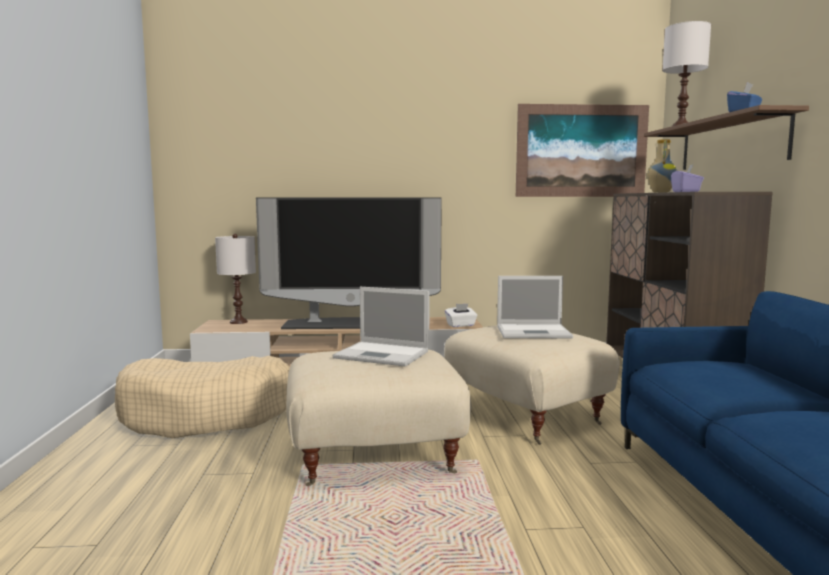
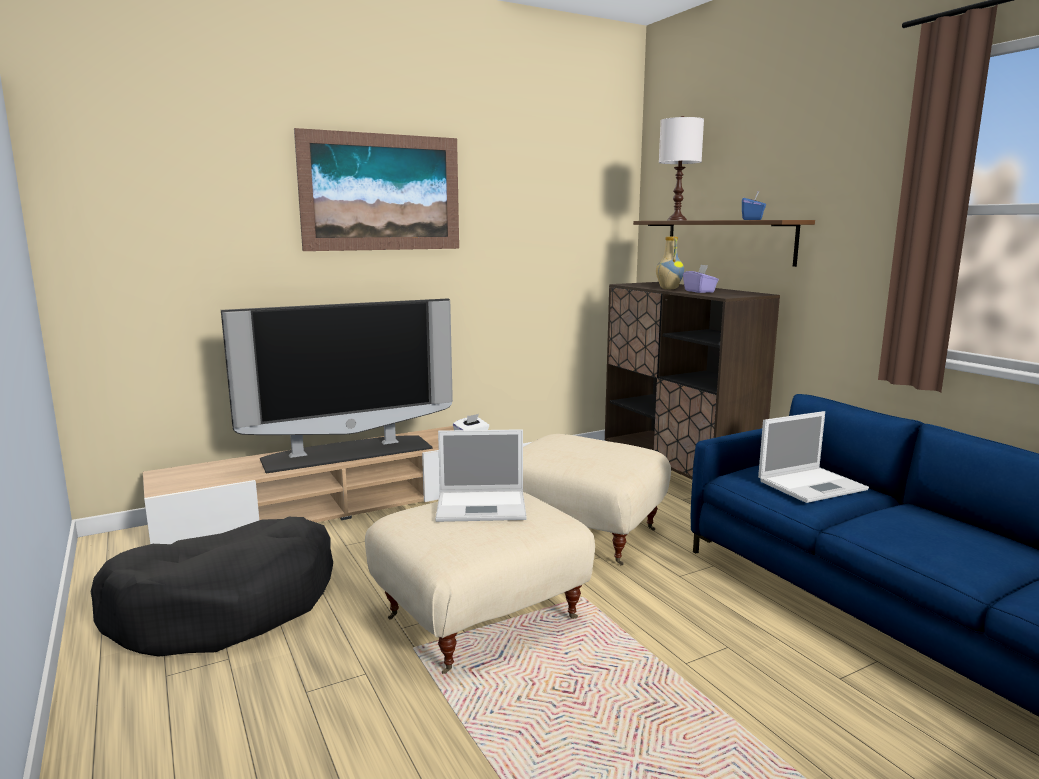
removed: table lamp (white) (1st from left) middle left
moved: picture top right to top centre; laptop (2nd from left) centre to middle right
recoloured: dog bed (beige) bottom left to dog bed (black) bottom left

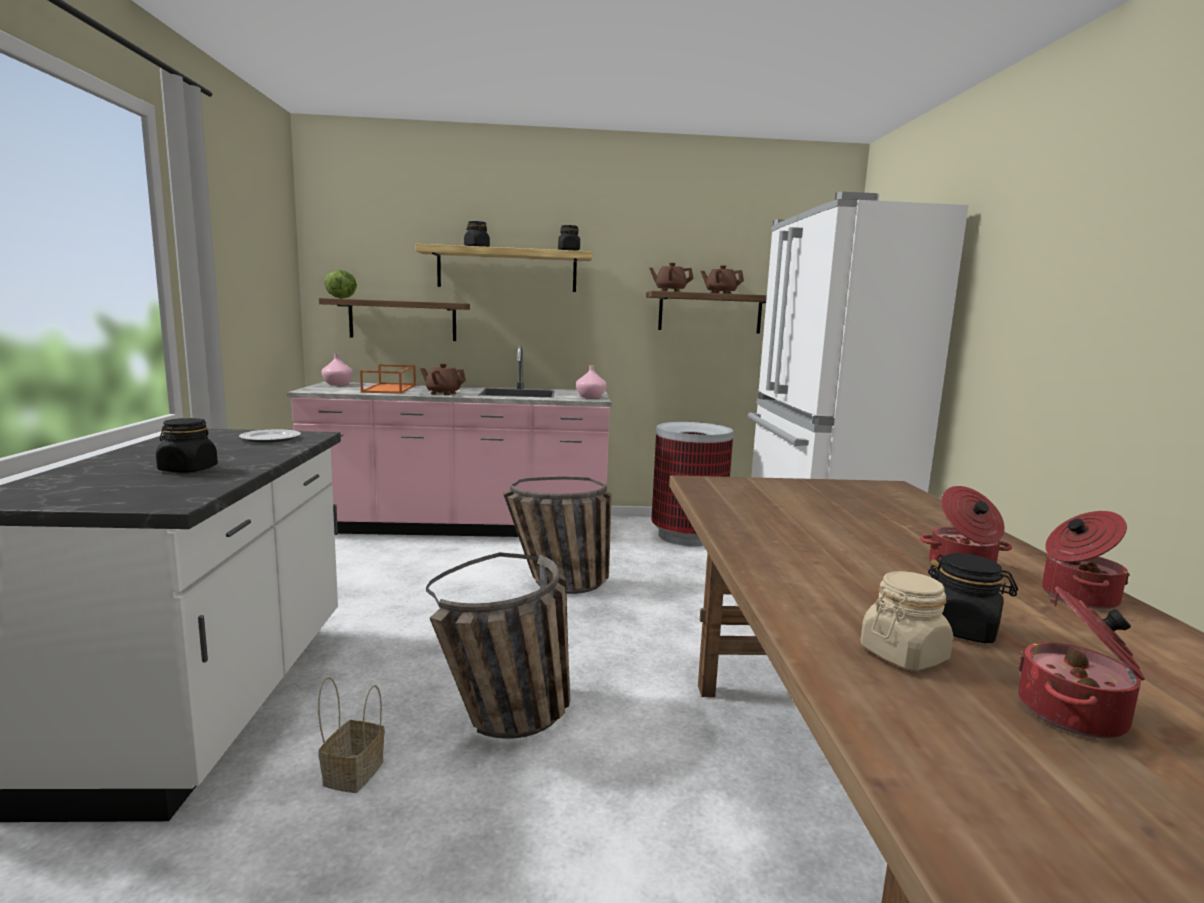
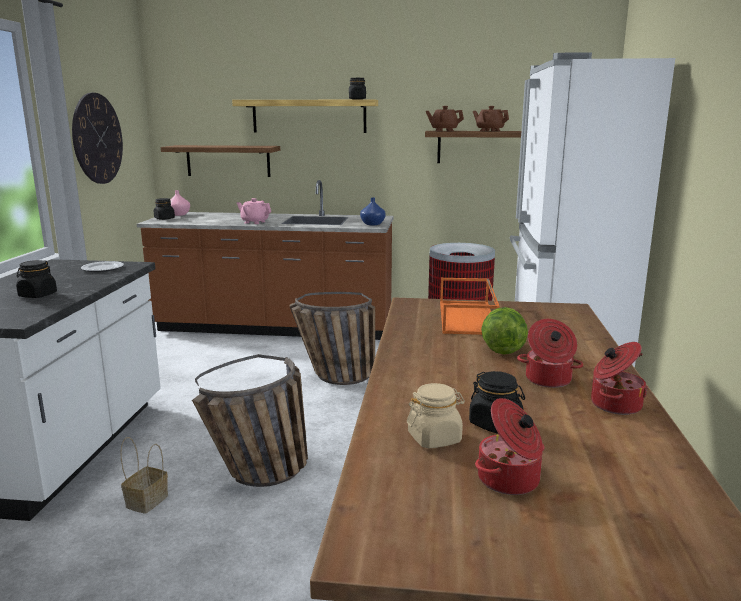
added: wall clock top left
moved: jar (black) (2nd from left) top centre to middle left; lettuce top left to middle right; tray (orange) middle left to centre
recoloured: counter (pink) centre to counter (brown) centre; teapot (brown) (1st from left) centre to teapot (pink) centre; vase (pink) (2nd from left) centre to vase (blue) centre

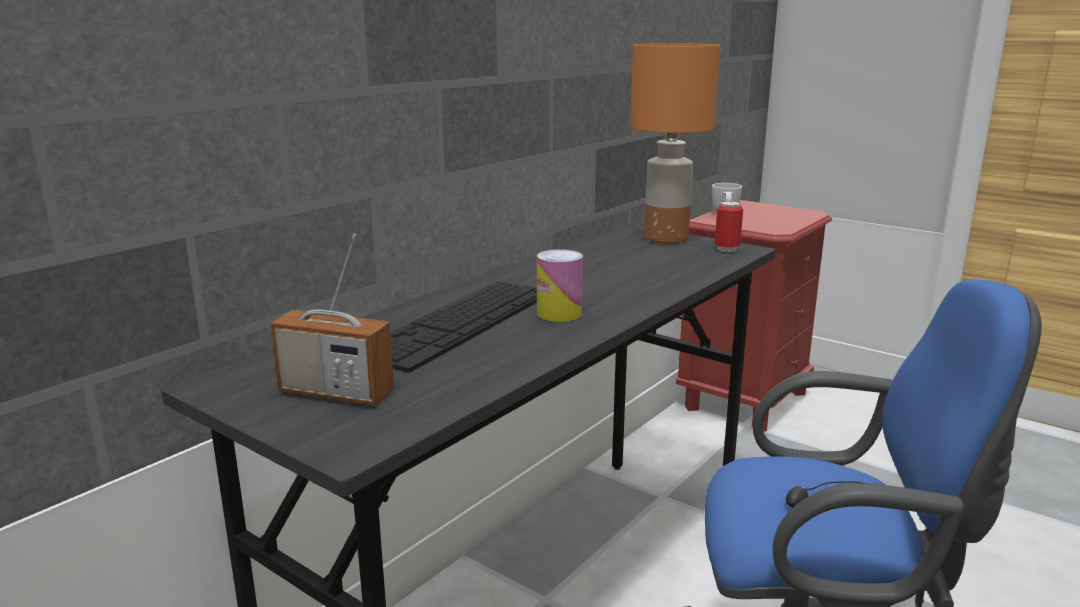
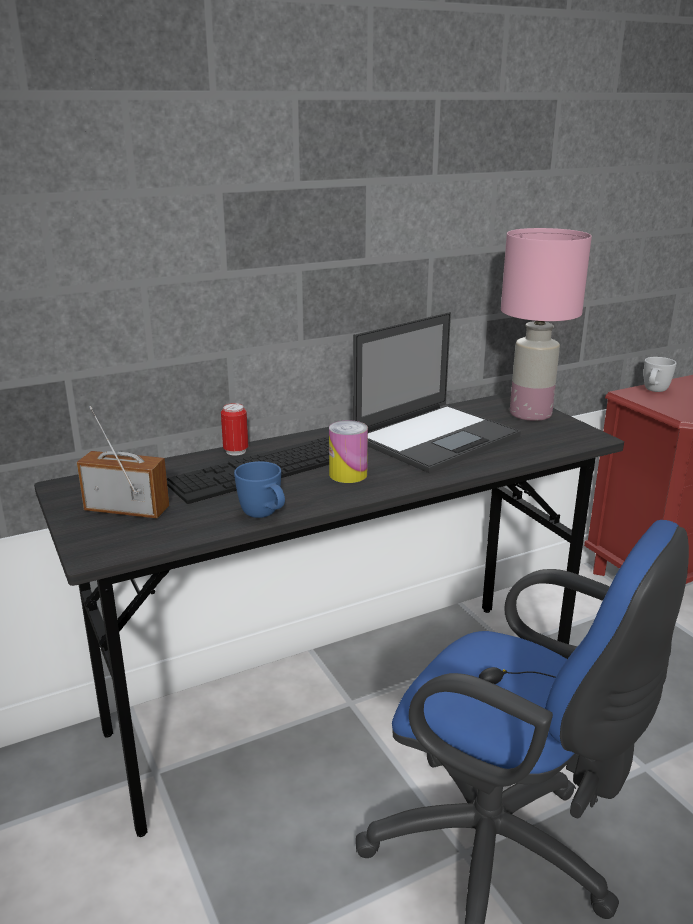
added: laptop centre; mug (blue) centre
moved: can (2nd from left in the first image) middle right to can (1st from left) centre
recoloured: table lamp (orange) top centre to table lamp (pink) middle right
turned: radio middle left = middle left 150 degrees clockwise

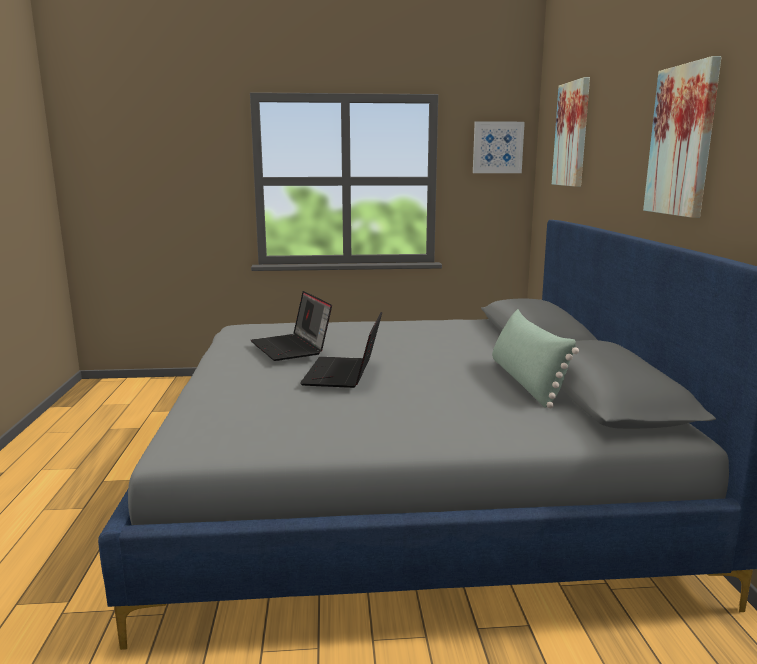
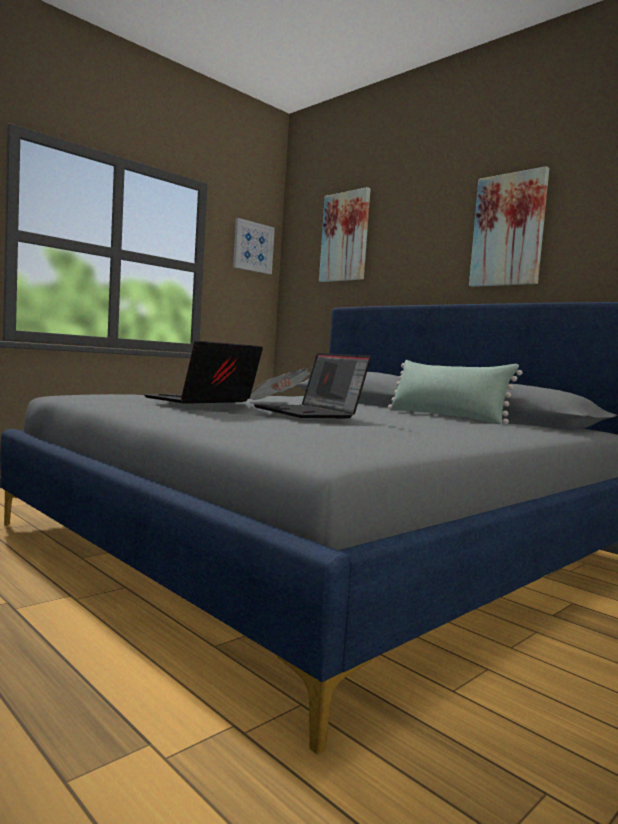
added: newspaper centre
turned: laptop (1st from left) centre = middle left 105 degrees clockwise

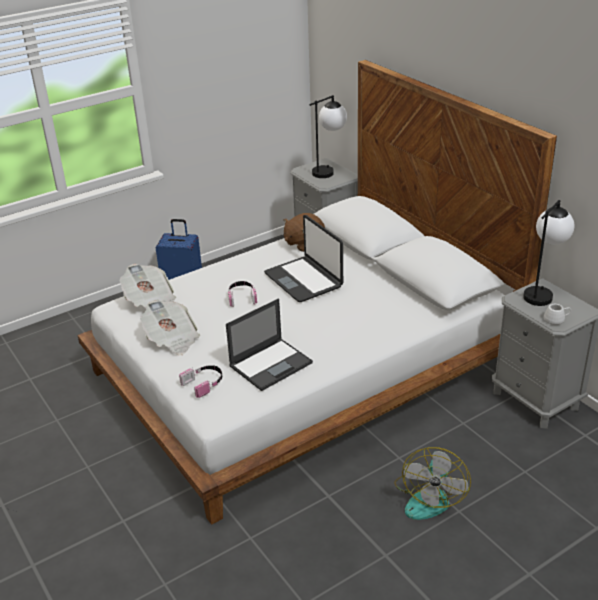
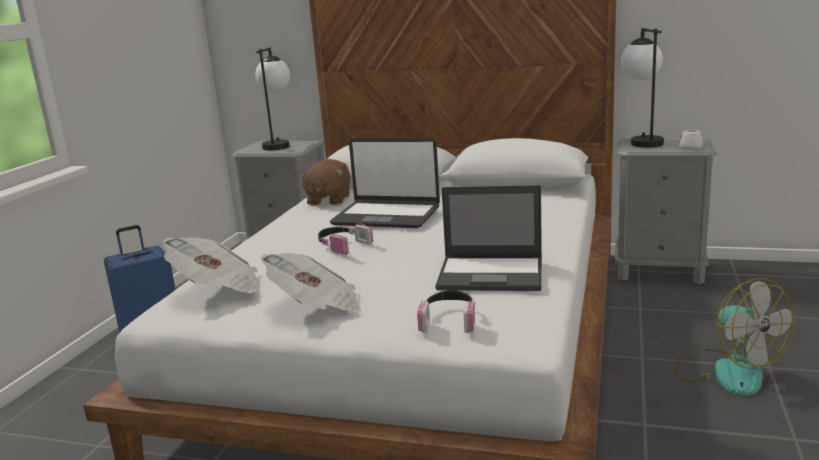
turned: laptop (1st from left in the first image) centre = centre 90 degrees clockwise

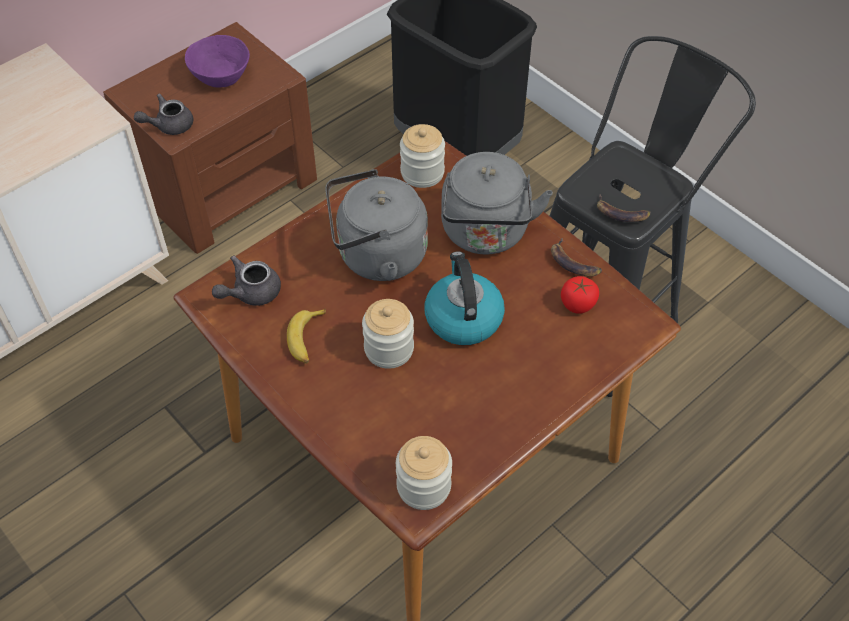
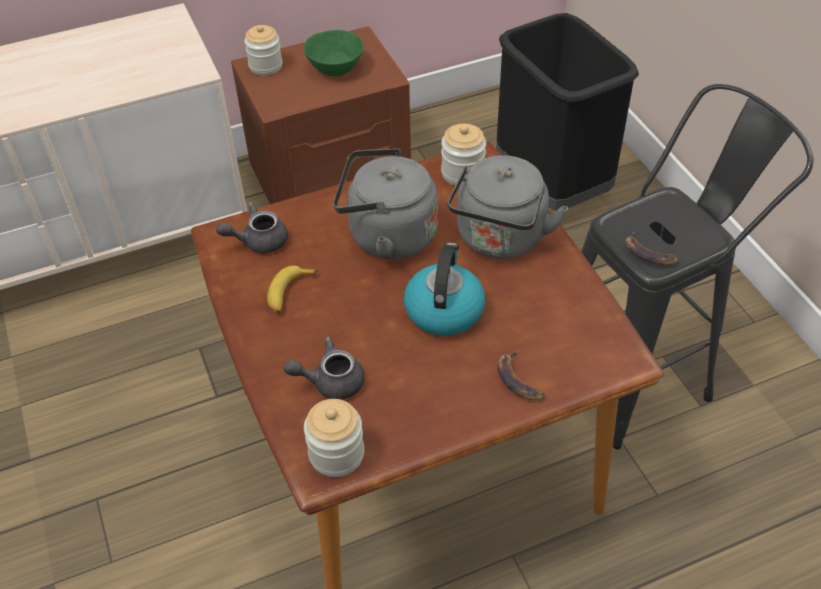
removed: tomato middle right
moved: teapot (grey) (1st from left in the first image) top left to teapot (grey) (2nd from left) centre; banana (2nd from left) middle right to centre; jar (1st from left) centre to top left
recoloured: bowl (purple) top left to bowl (green) top centre

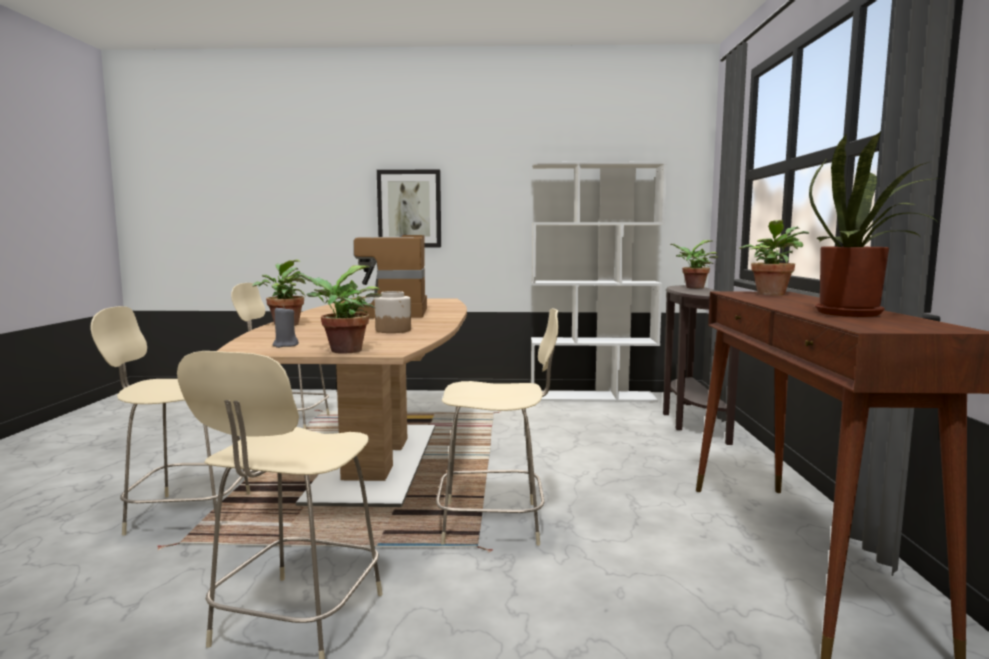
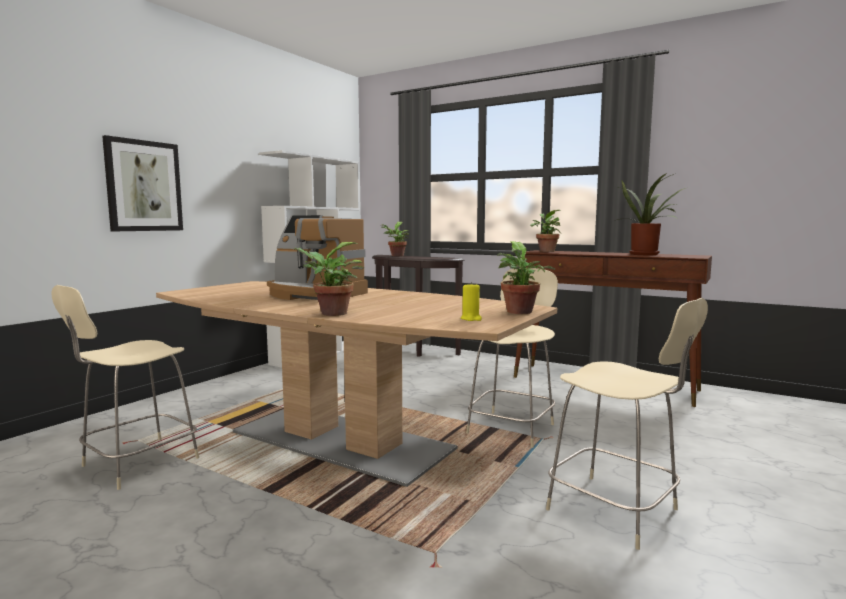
removed: jar centre; chair (beige) (1st from left) middle left
recoloured: candle (grey) middle left to candle (yellow) centre

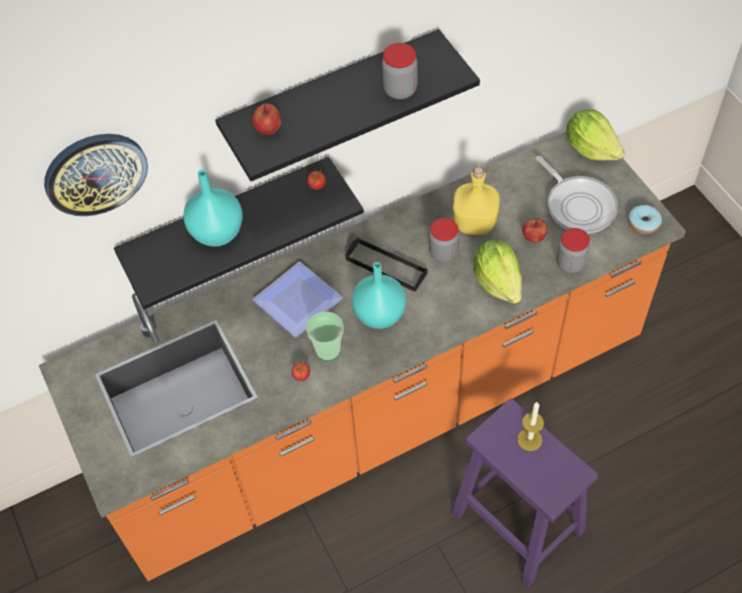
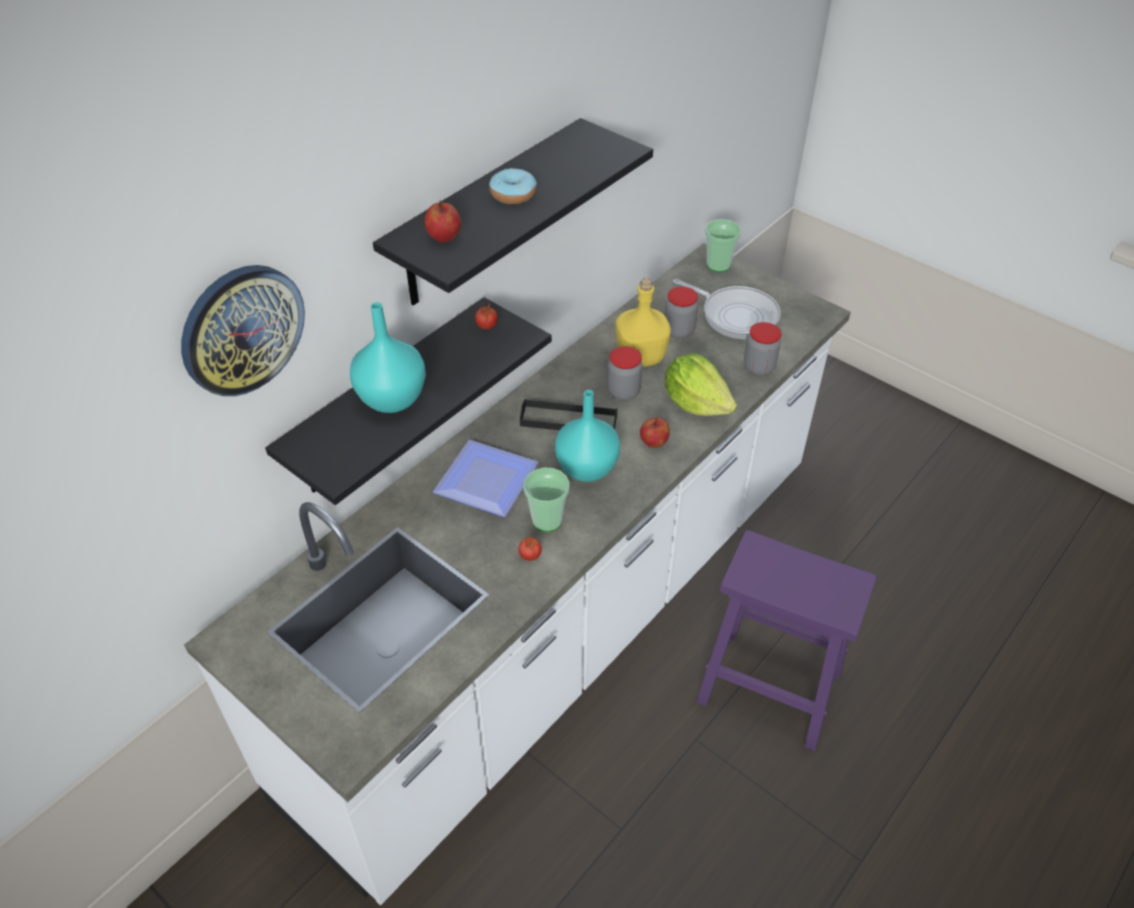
removed: candle bottom right
moved: jar (1st from left in the first image) top centre to jar (2nd from left) centre; donut middle right to top centre; apple (2nd from left) middle right to centre
replaced: lettuce (2nd from left) top right to cup (2nd from left) top centre
recoloured: counter (orange) centre to counter (white) centre

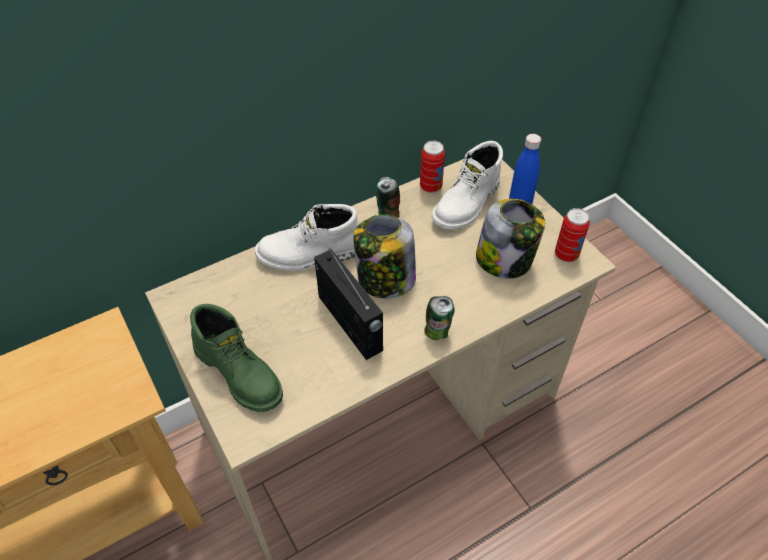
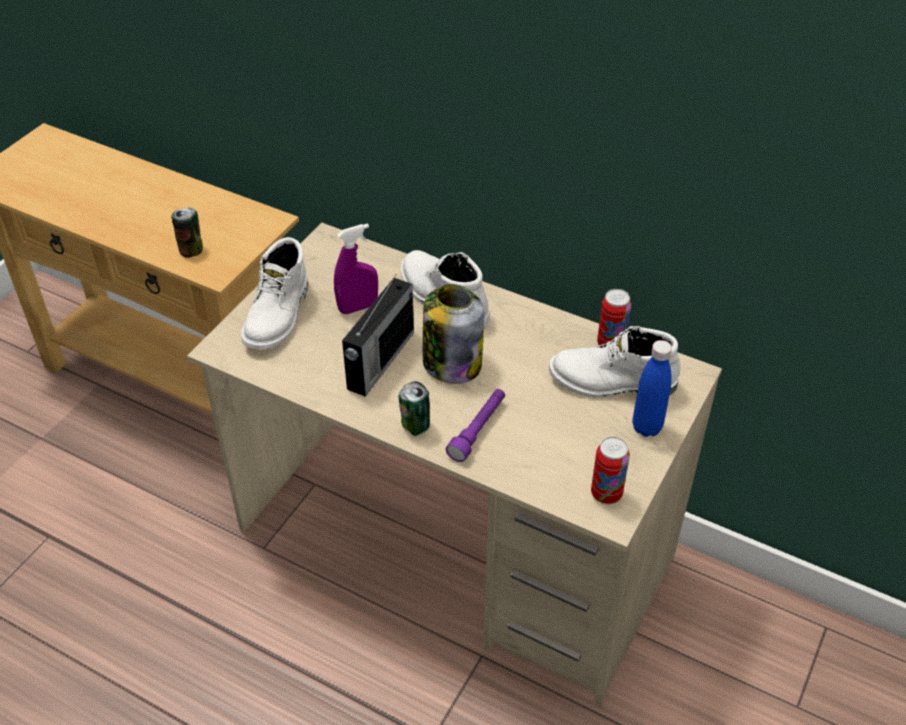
removed: jar (2nd from left) centre
added: spray bottle (purple) centre; flashlight (purple) centre
moved: can (1st from left) centre to top left
recoloured: boot (green) middle left to boot (white) (1st from left) middle left

